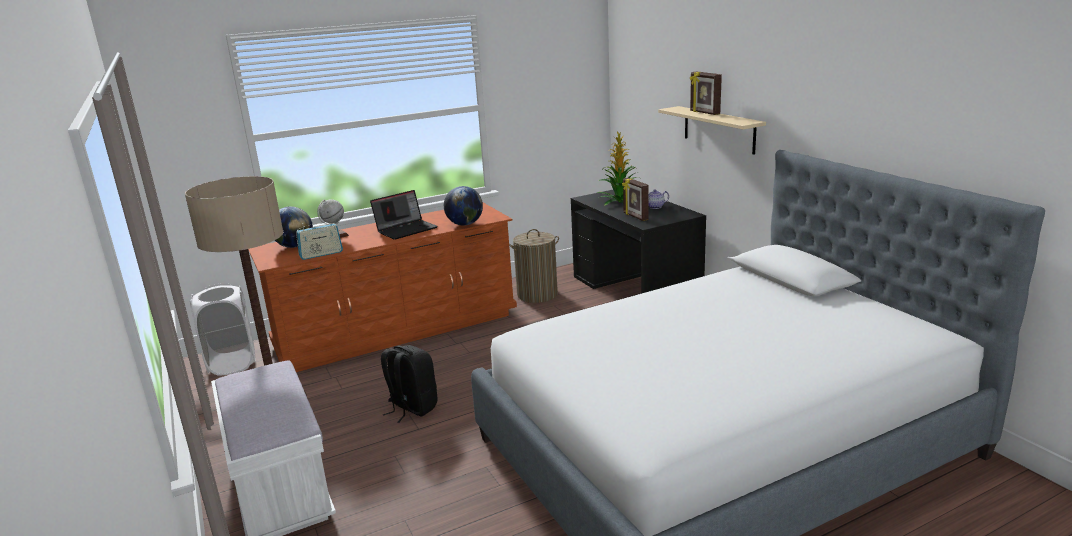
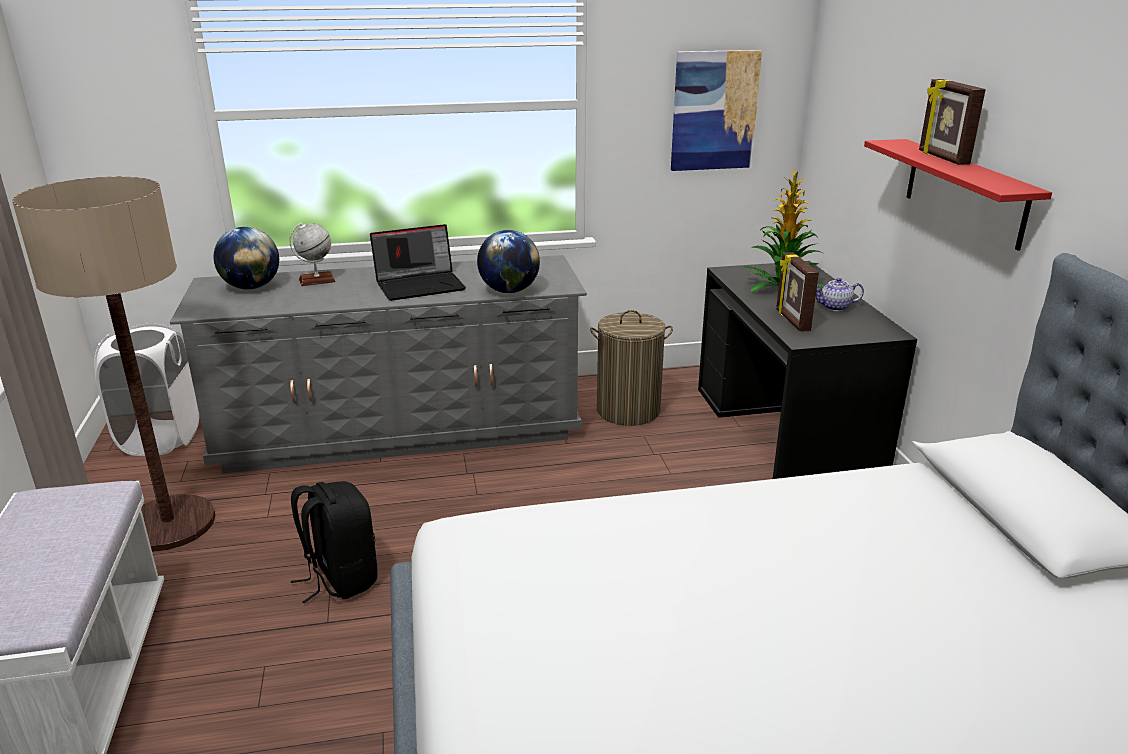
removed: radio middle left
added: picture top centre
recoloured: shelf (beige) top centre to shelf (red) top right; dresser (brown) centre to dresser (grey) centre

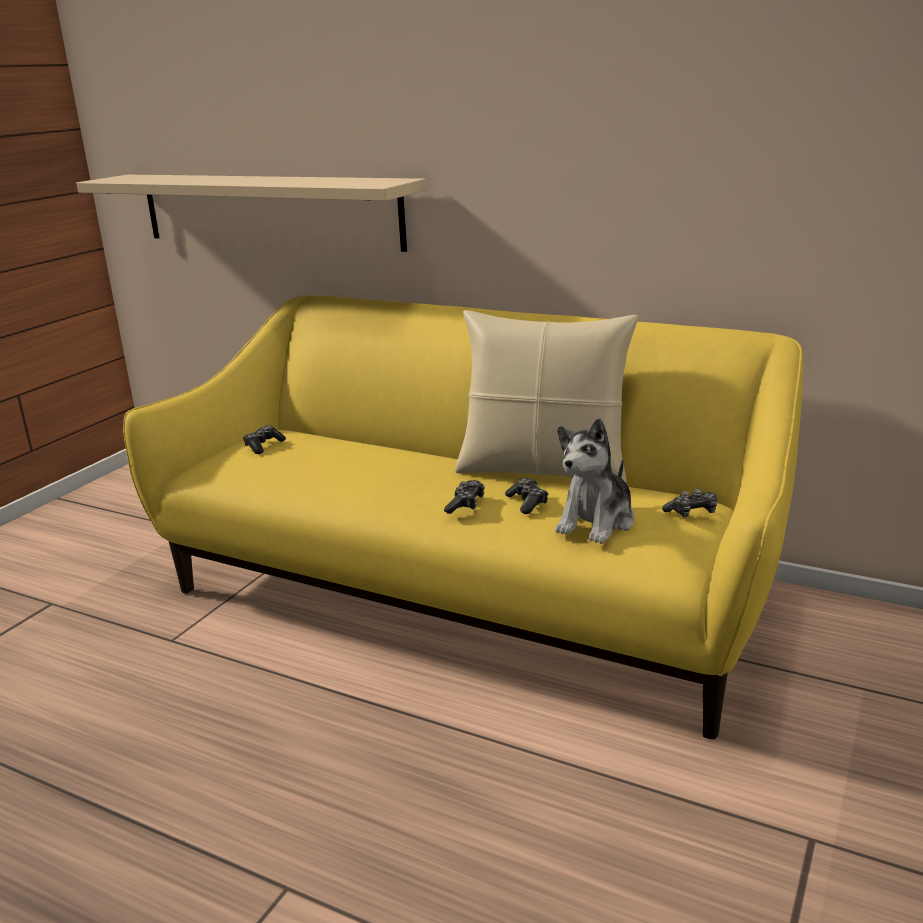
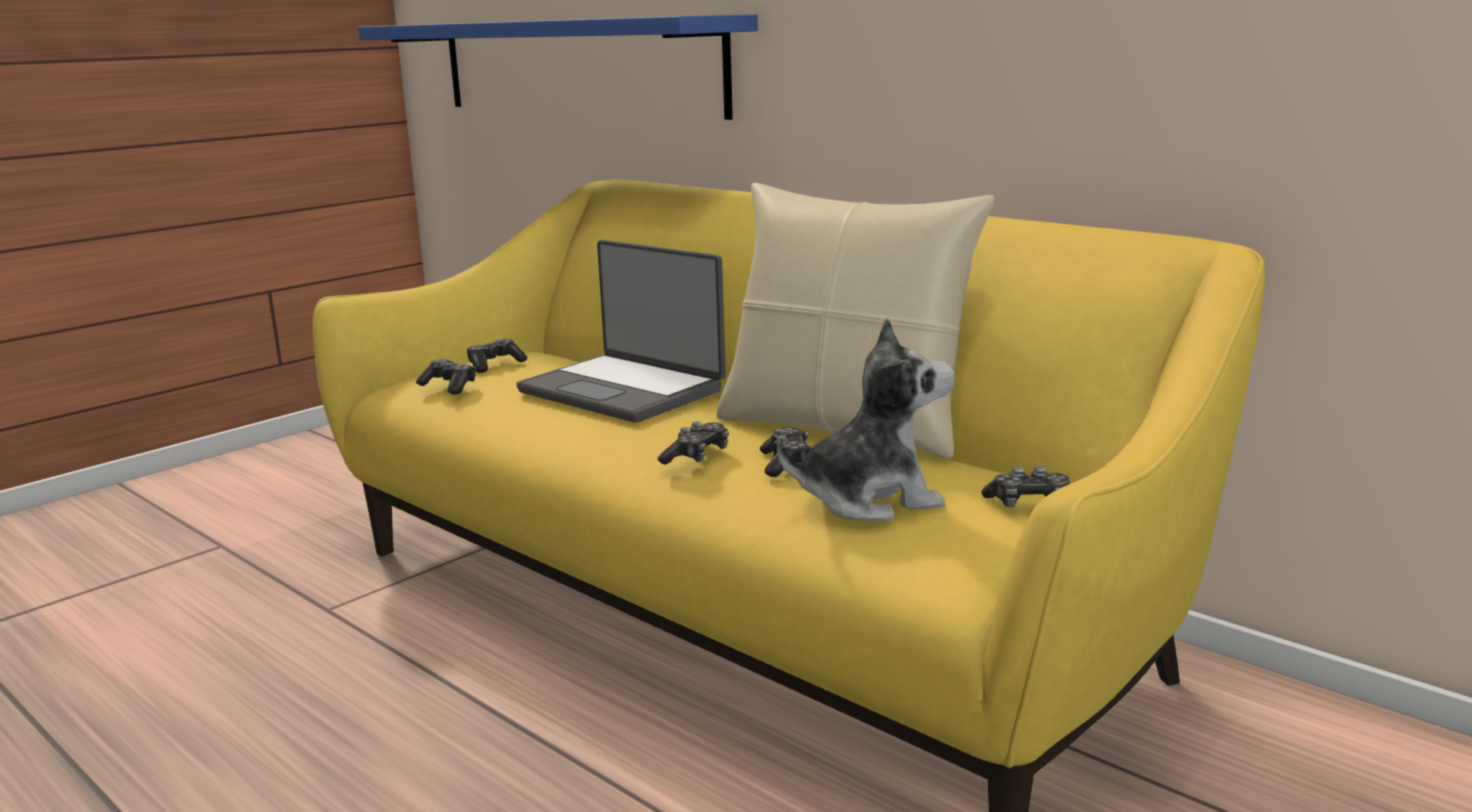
added: laptop centre; game controller (1st from left) middle left
recoloured: shelf (beige) top left to shelf (blue) top centre
turned: plush toy centre = centre 150 degrees counterclockwise

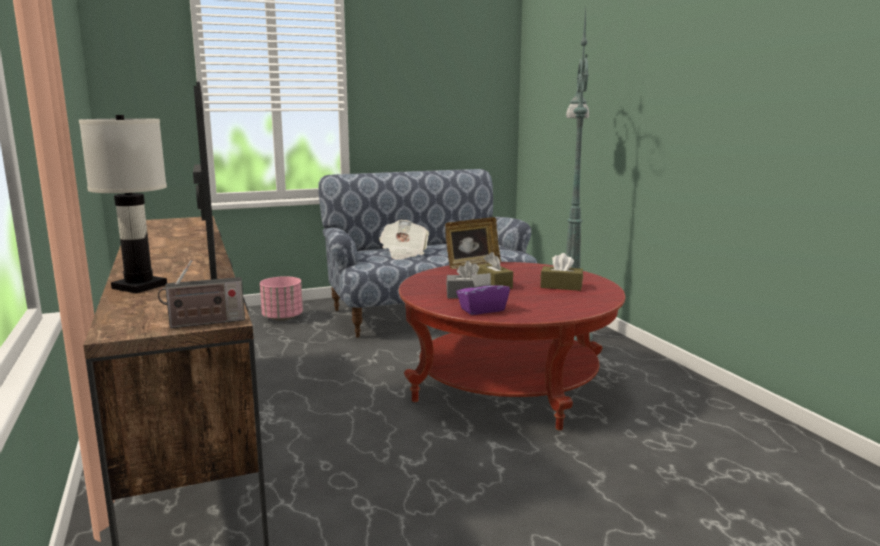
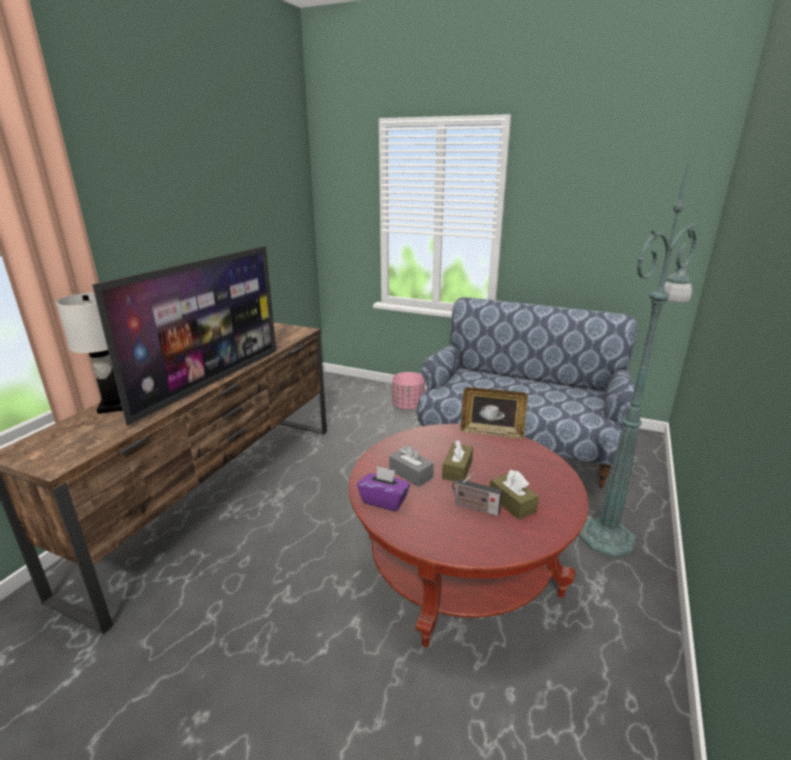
removed: newspaper centre
moved: radio middle left to centre

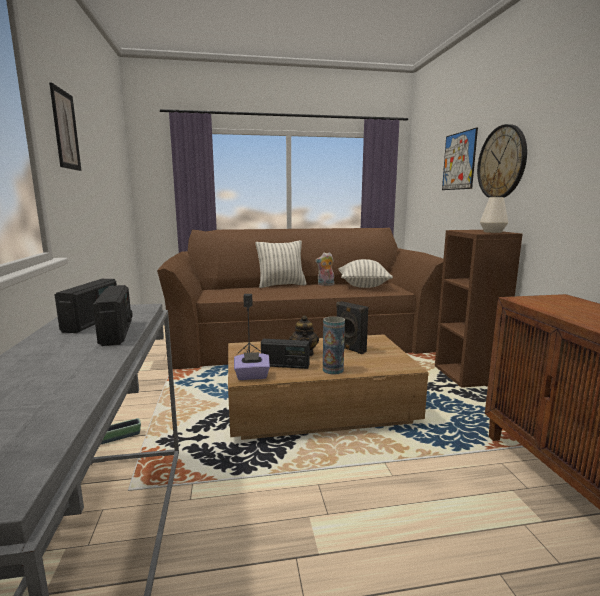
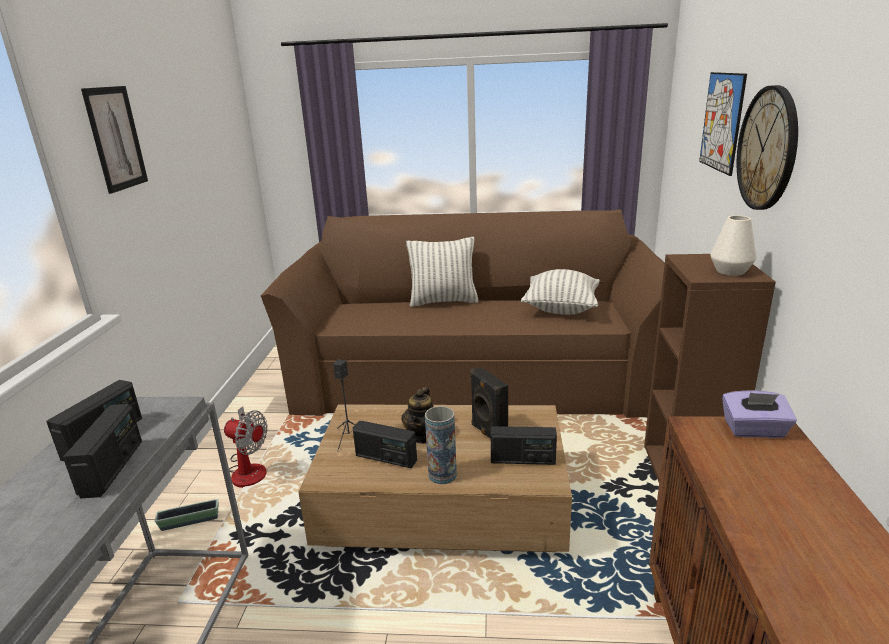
removed: plush toy centre
added: fan bottom left; radio (4th from left) bottom centre
moved: tissue box (purple) centre to middle right

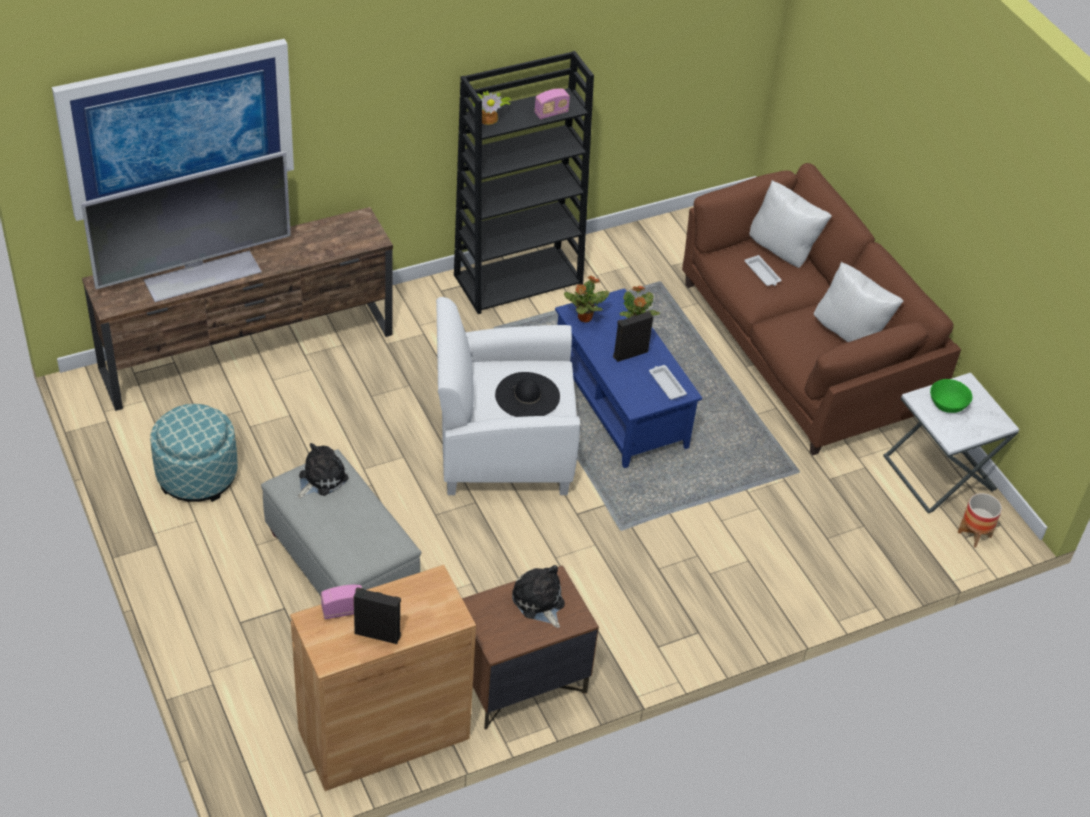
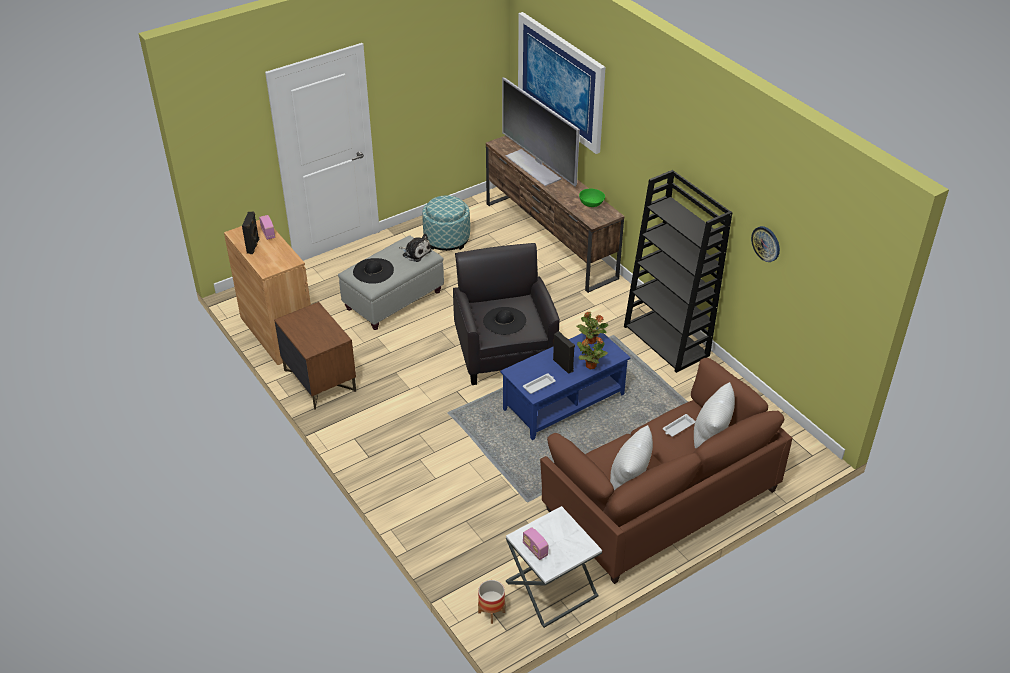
removed: potted plant (1st from left) top centre; plush toy (2nd from left) bottom centre
added: wall clock middle right; hat (black) (1st from left) centre
moved: radio (2nd from left) top centre to bottom centre; bowl (green) middle right to top centre
recoloured: armchair (white) centre to armchair (black) centre

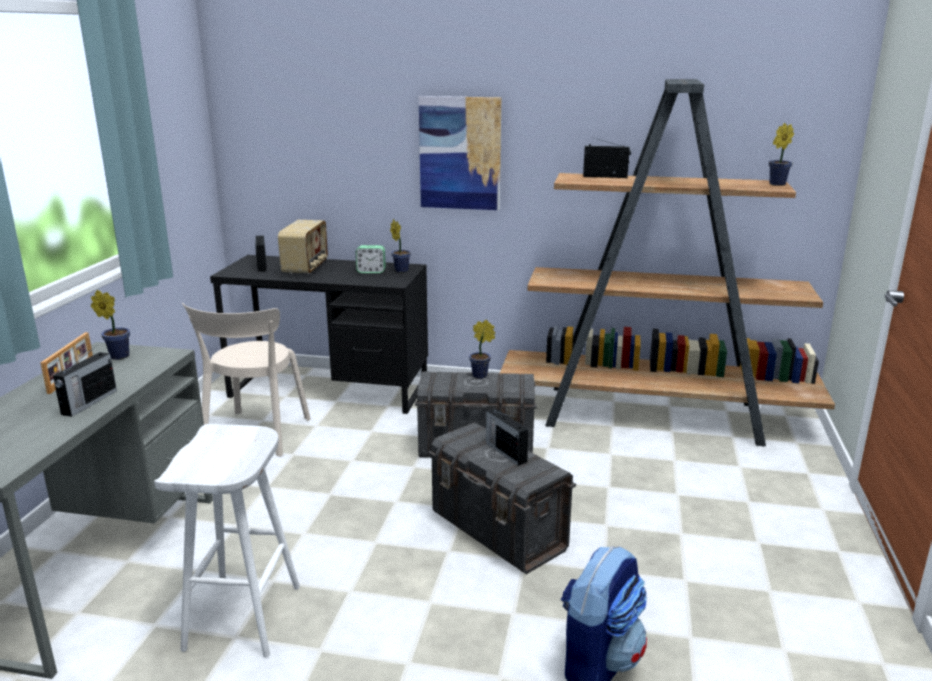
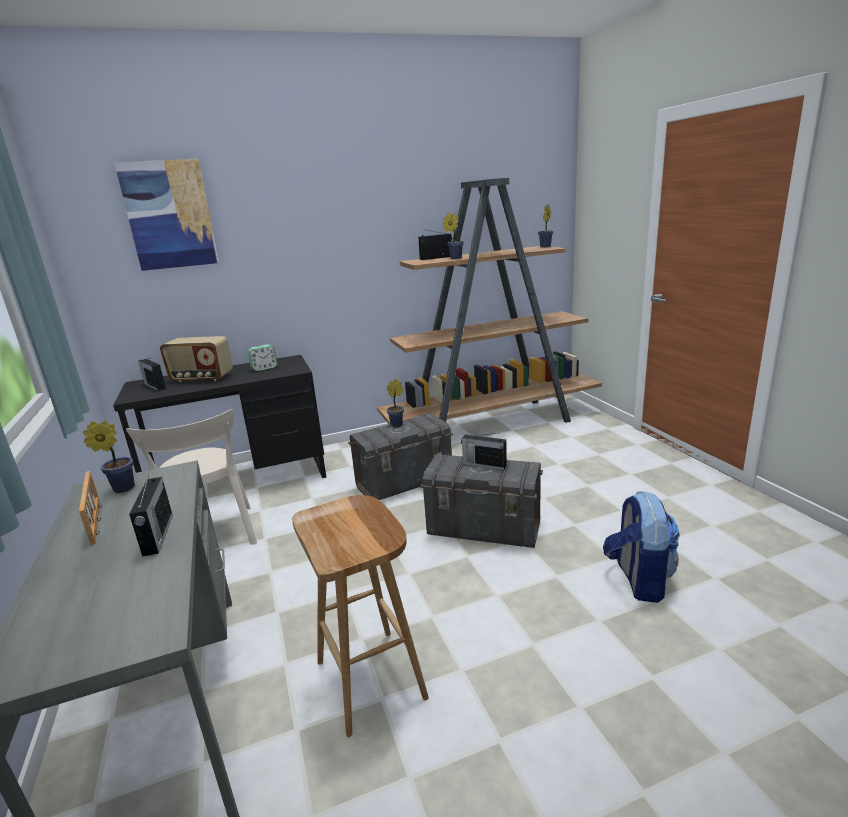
moved: picture top centre to top left; potted plant (2nd from left in the first image) centre to potted plant (3rd from left) top centre
recoloured: stool (white) bottom left to stool (brown) bottom centre
turned: radio (3rd from left) middle left = middle left 120 degrees clockwise

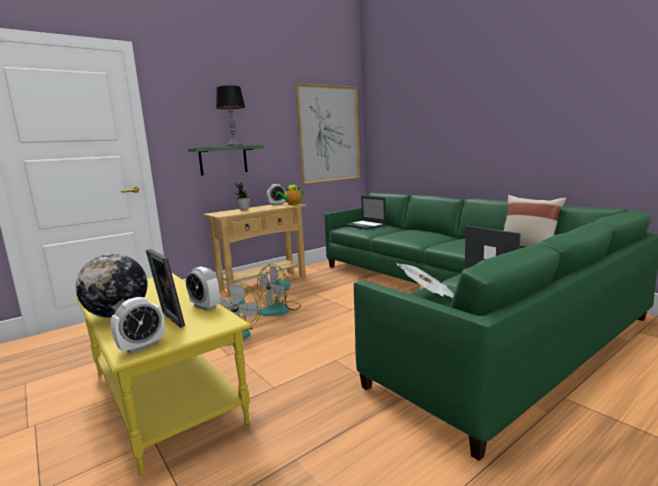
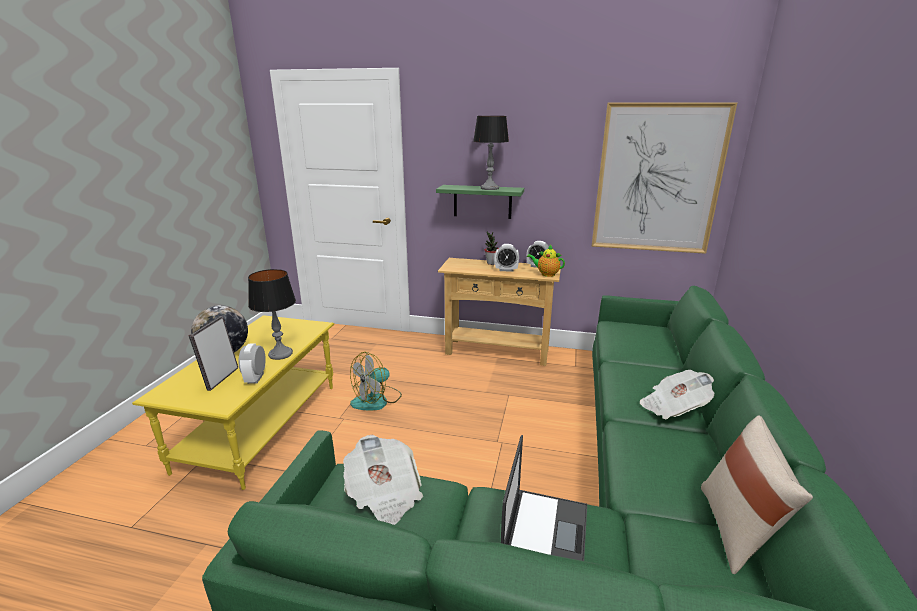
removed: laptop (1st from left) centre; fan (2nd from left) centre
added: table lamp (1st from left) middle left; newspaper (2nd from left) middle right
moved: alarm clock (1st from left in the first image) bottom left to alarm clock (2nd from left) centre

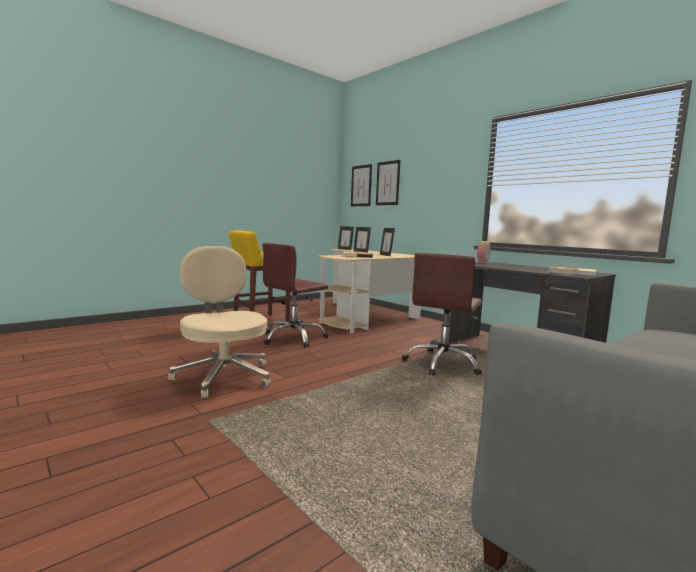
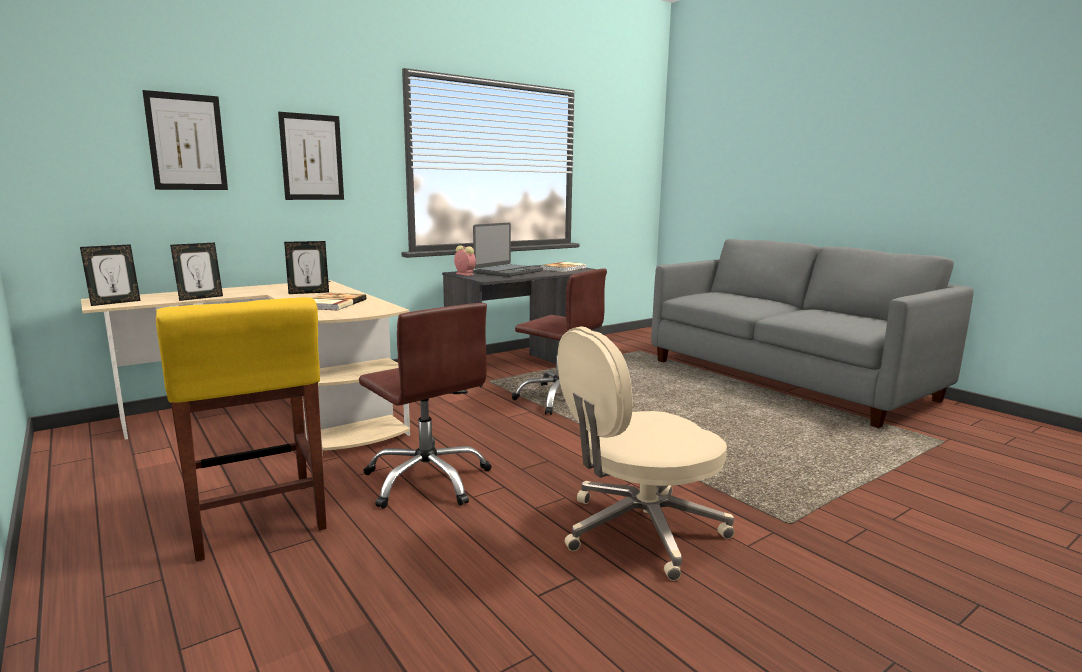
added: laptop centre
moved: picture (1st from left in the first image) top centre to picture (2nd from left) top left

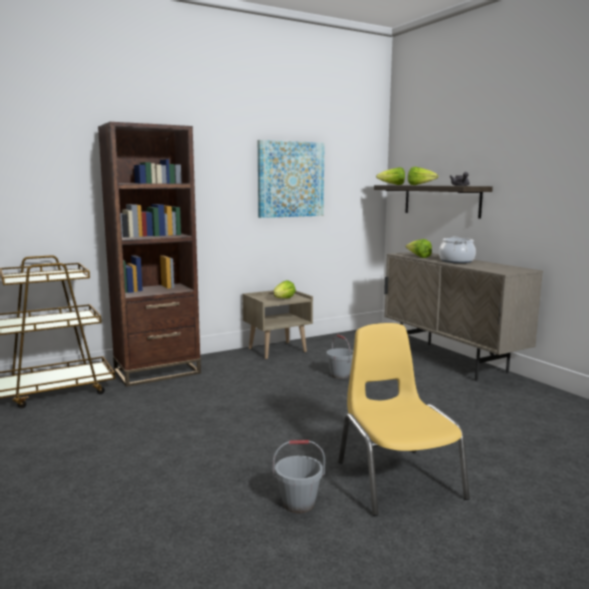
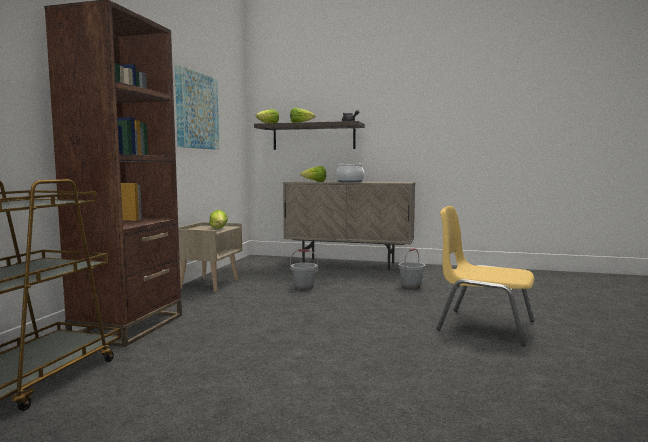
moved: bucket (grey) (1st from left in the first image) bottom centre to bucket (grey) (2nd from left) centre

